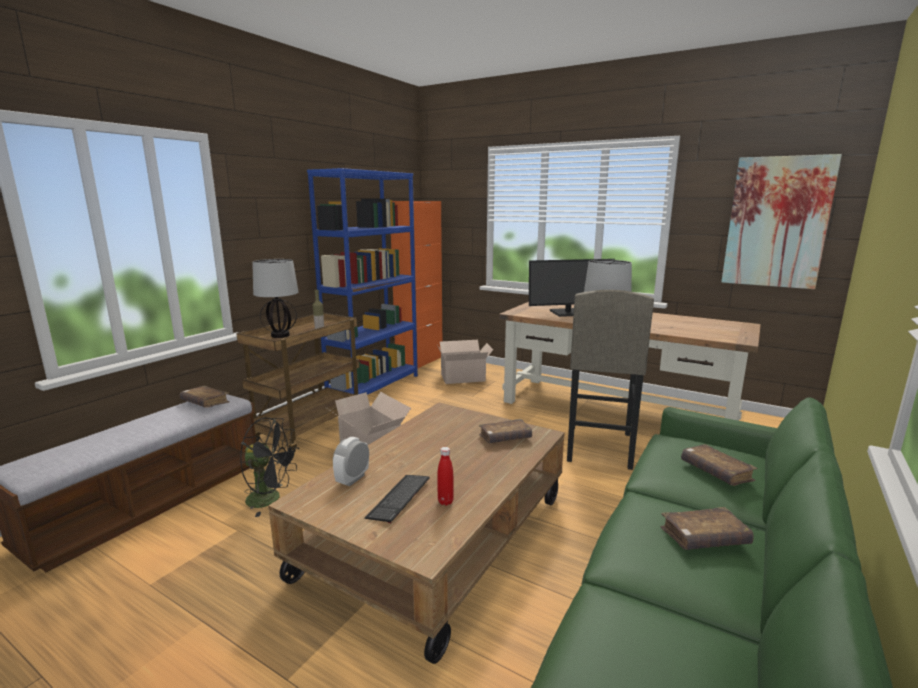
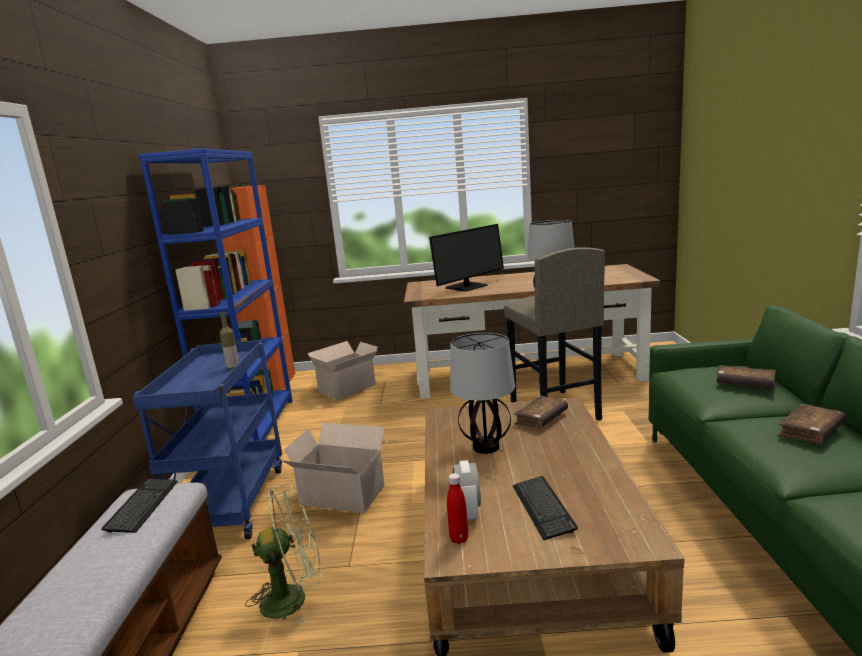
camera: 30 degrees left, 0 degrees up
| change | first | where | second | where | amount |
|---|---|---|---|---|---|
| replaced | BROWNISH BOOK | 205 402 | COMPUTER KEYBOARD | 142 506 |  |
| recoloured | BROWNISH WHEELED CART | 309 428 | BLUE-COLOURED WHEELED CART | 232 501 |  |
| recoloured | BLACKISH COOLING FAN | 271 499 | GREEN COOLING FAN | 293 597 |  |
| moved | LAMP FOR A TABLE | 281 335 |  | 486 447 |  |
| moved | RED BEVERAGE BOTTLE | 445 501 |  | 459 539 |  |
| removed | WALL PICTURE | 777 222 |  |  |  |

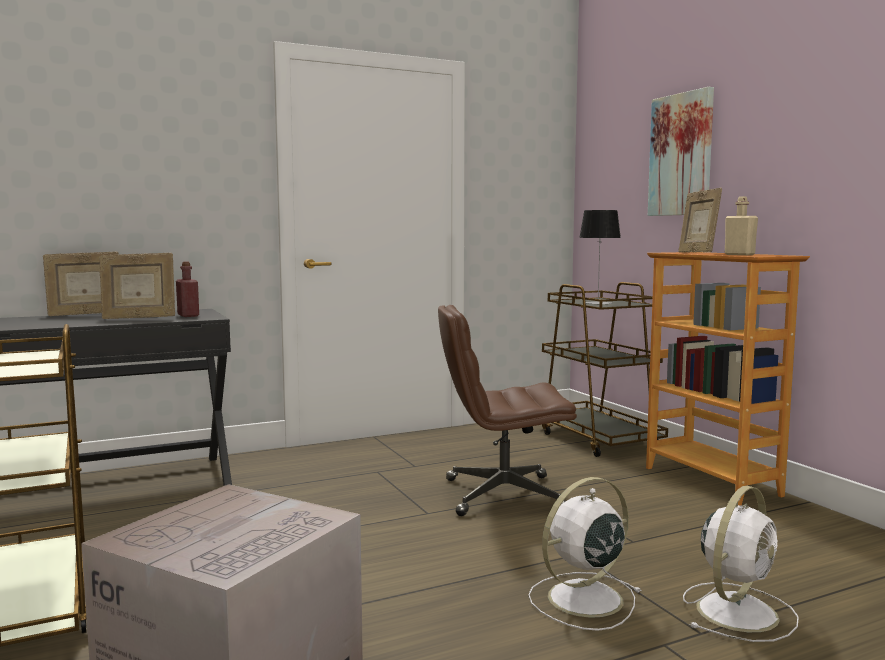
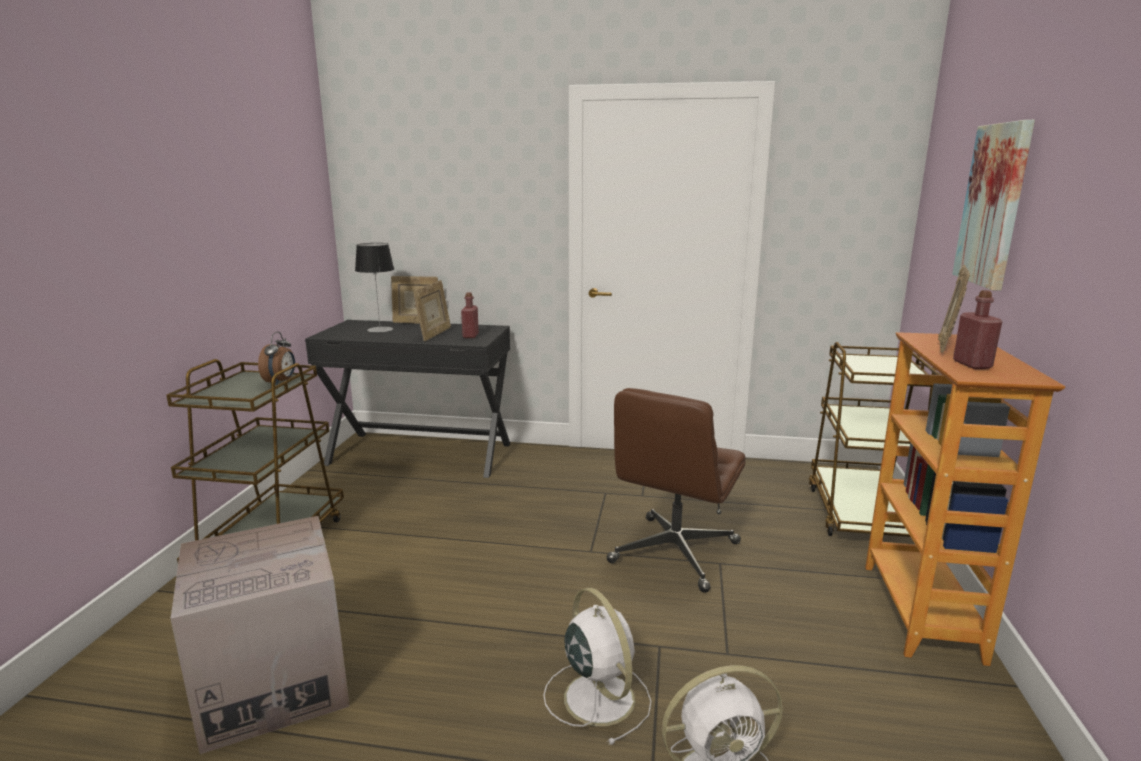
camera: 35 degrees right, 10 degrees up
| change | first | where | second | where | amount |
|---|---|---|---|---|---|
| turned | STANDING FRAME | 139 318 |  | 434 335 | 105 degrees counterclockwise |
| turned | BROWNISH OFFICE CHAIR | 502 495 |  | 674 553 | 90 degrees counterclockwise |
| turned | WHITE-COLOURED COOLING FAN | 582 600 |  | 597 696 | 60 degrees clockwise |
| moved | LAMP FOR A TABLE | 598 303 |  | 380 329 |  |
| recoloured | SAND-COLOURED BEVERAGE BOTTLE | 739 254 | RED BEVERAGE BOTTLE | 972 364 |  |
| added |  |  | ALARM CLOCK | 281 382 |  |

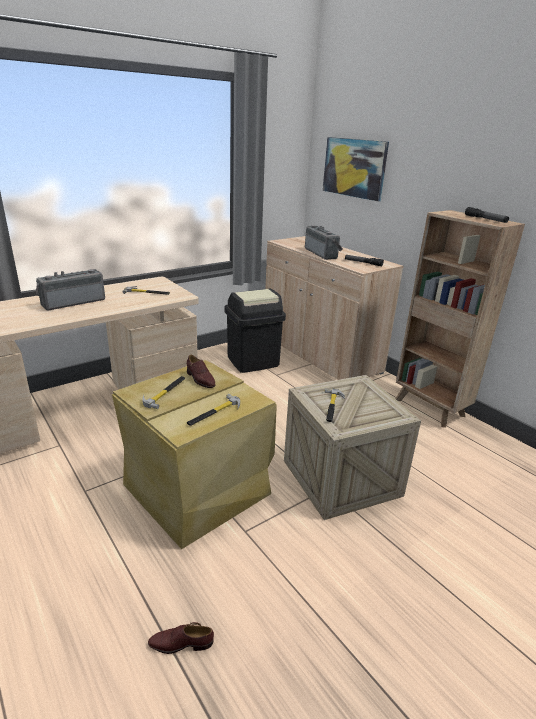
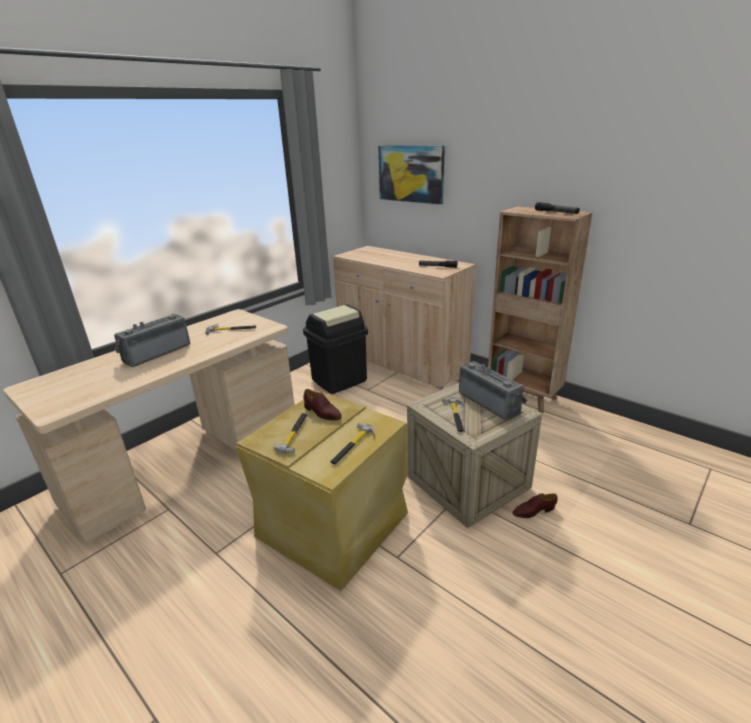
camera: 10 degrees left, 0 degrees up
| change | first | where | second | where | amount |
|---|---|---|---|---|---|
| moved | BROWNISH SHOE | 181 643 |  | 533 511 |  |
| moved | RADIO | 323 253 |  | 491 402 |  |

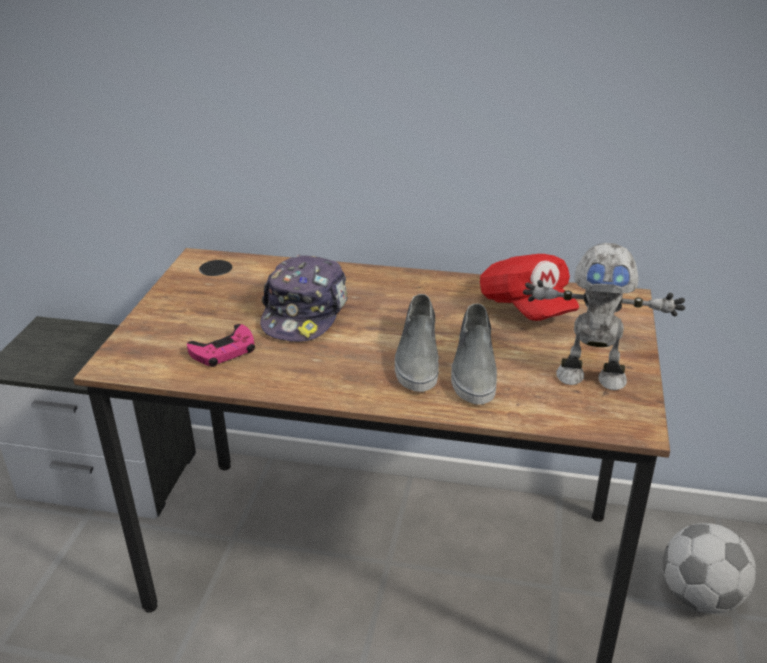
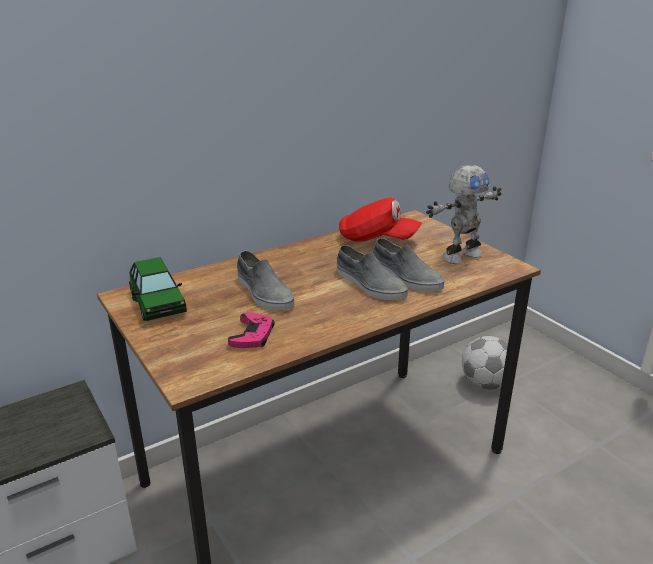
camera: 45 degrees left, 5 degrees down
| change | first | where | second | where | amount |
|---|---|---|---|---|---|
| replaced | CAP | 305 313 | GREYISH SHOE | 263 292 |  |
| added |  |  | MINIATURE CAR | 158 302 |  |

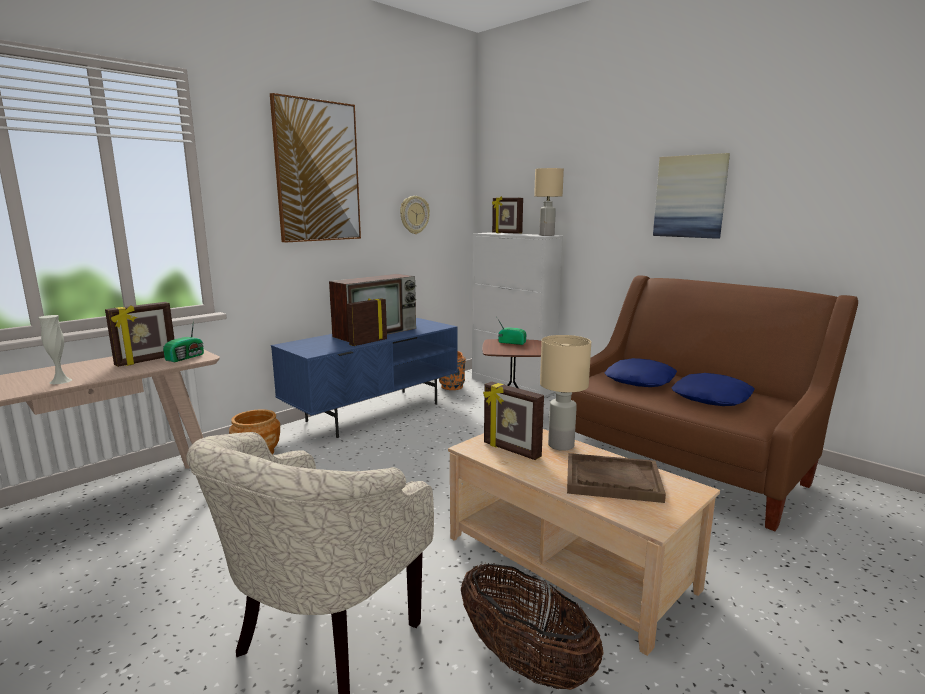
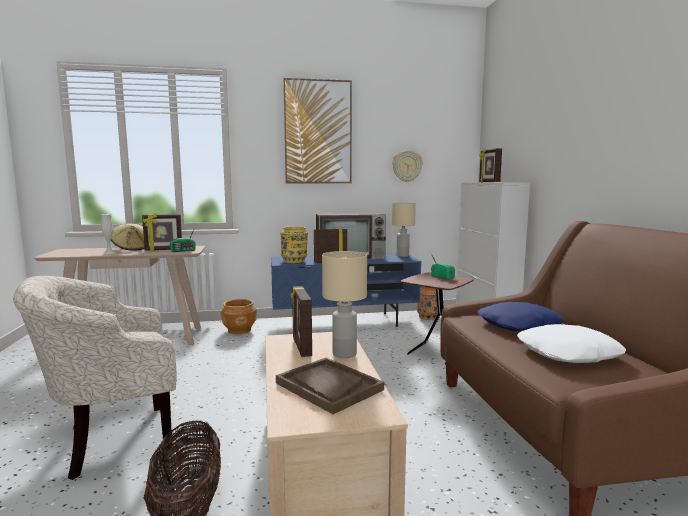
camera: 35 degrees right, 5 degrees down
| change | first | where | second | where | amount |
|---|---|---|---|---|---|
| moved | SAND-COLOURED LAMP FOR A TABLE | 547 235 |  | 402 256 |  |
| removed | WALL PICTURE | 690 196 |  |  |  |
| recoloured | BLUE-COLOURED THROW PILLOW | 712 398 | WHITE-COLOURED THROW PILLOW | 568 353 |  |
| added |  |  | SAND-COLOURED WEARABLE HAT | 132 248 |  |
| added |  |  | YELLOWISH VASE | 294 261 |  |

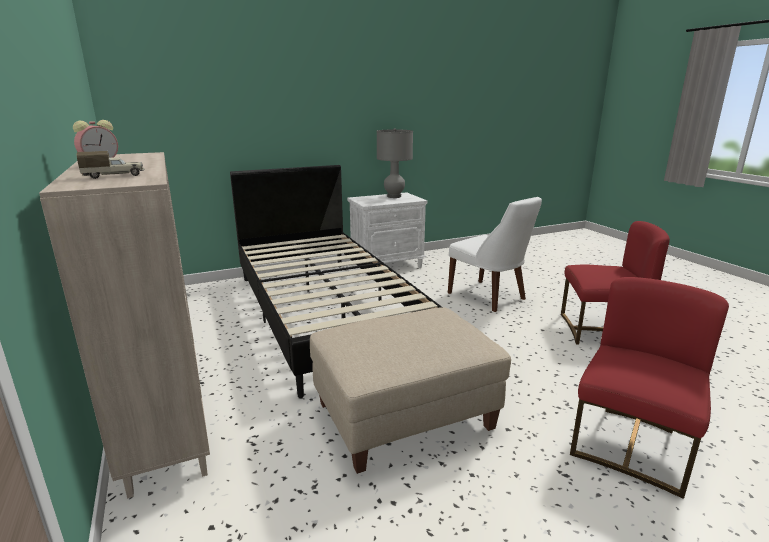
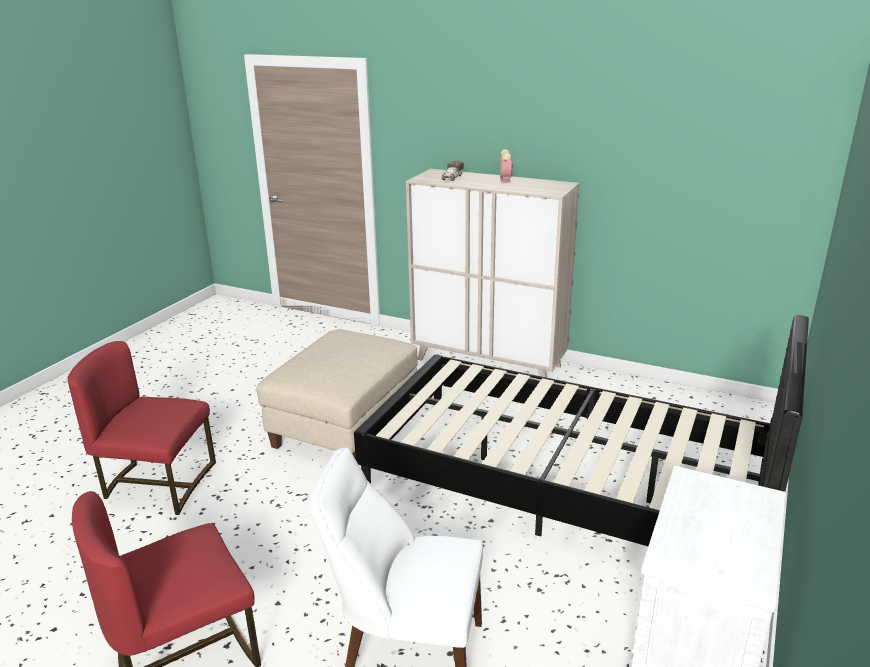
camera: 140 degrees right, 5 degrees up
| change | first | where | second | where | amount |
|---|---|---|---|---|---|
| removed | GREYISH LAMP FOR A TABLE | 394 196 |  |  |  |
| turned | RED CHAIR | 632 445 |  | 158 484 | 105 degrees clockwise |

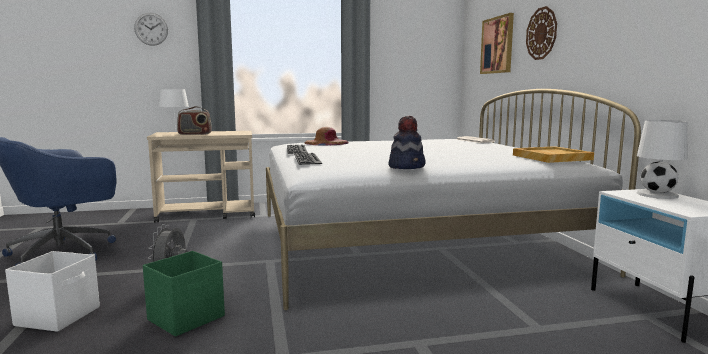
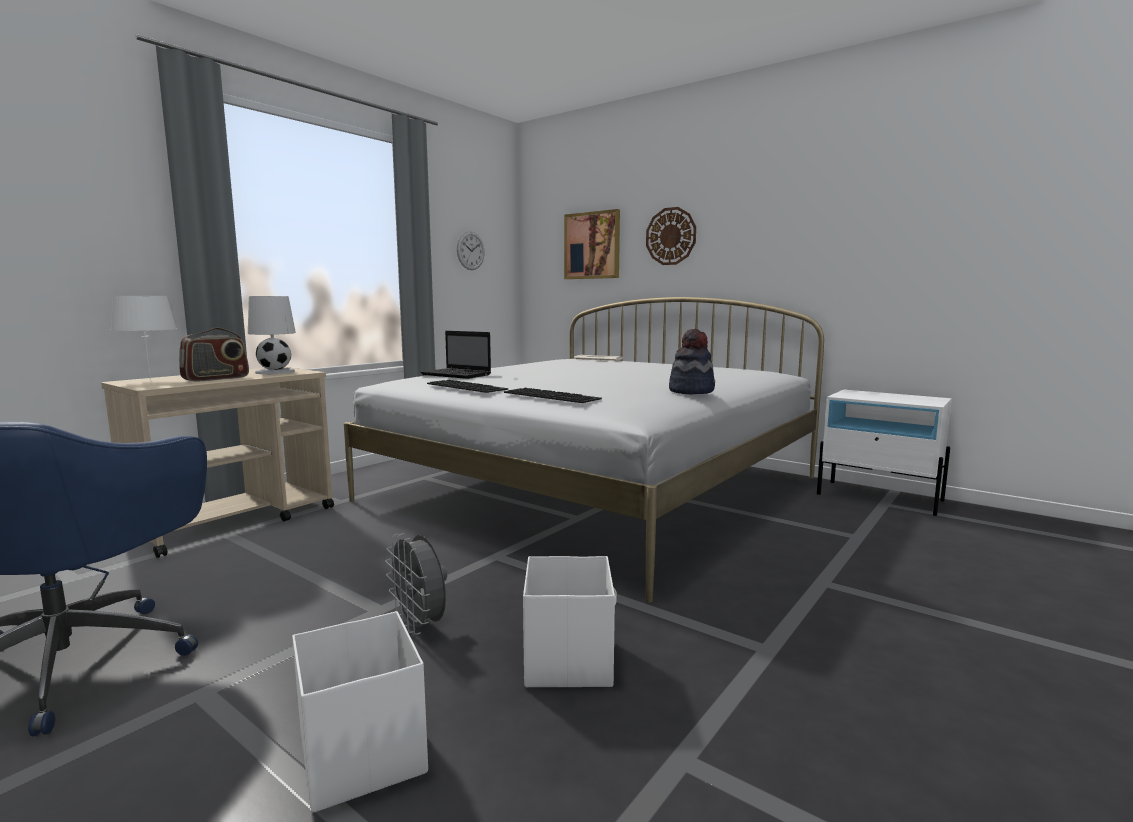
camera: 40 degrees left, 0 degrees up
| change | first | where | second | where | amount |
|---|---|---|---|---|---|
| moved | CLOCK ON THE WALL | 151 29 |  | 470 250 |  |
| recoloured | GREEN STORAGE BIN | 187 318 | WHITE-COLOURED STORAGE BIN | 569 660 |  |
| replaced | BROWNISH WEARABLE HAT | 326 143 | NOTEBOOK COMPUTER | 457 375 |  |
| removed | SAND-COLOURED SERVING TRAY | 550 157 |  |  |  |
| moved | WHITE-COLOURED LAMP FOR A TABLE | 656 194 |  | 275 372 |  |

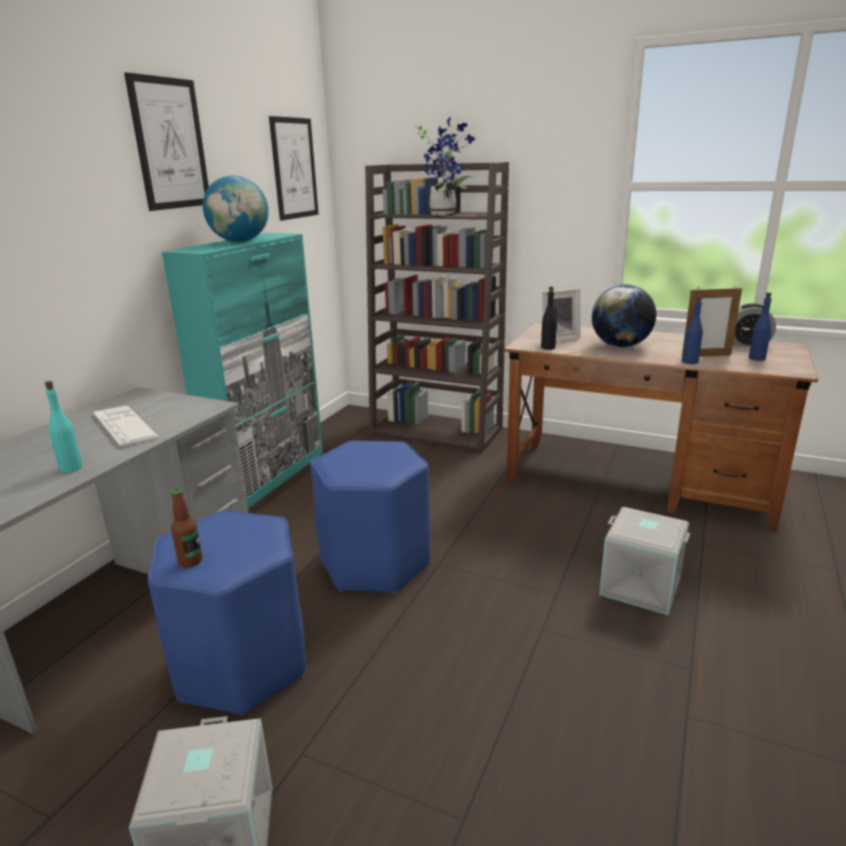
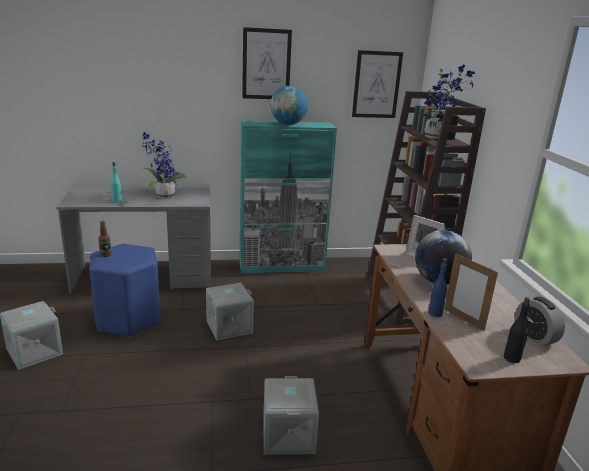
camera: 55 degrees right, 0 degrees up
| change | first | where | second | where | amount |
|---|---|---|---|---|---|
| replaced | COMPUTER KEYBOARD | 124 426 | POTTED PLANT | 162 196 |  |
| replaced | BLUE-COLOURED SITTING STOOL | 375 563 | GREYISH STORAGE BIN | 229 326 |  |
| moved | BLACKISH BEVERAGE BOTTLE | 548 347 |  | 512 358 |  |
| removed | BLUE-COLOURED BEVERAGE BOTTLE | 757 358 |  |  |  |

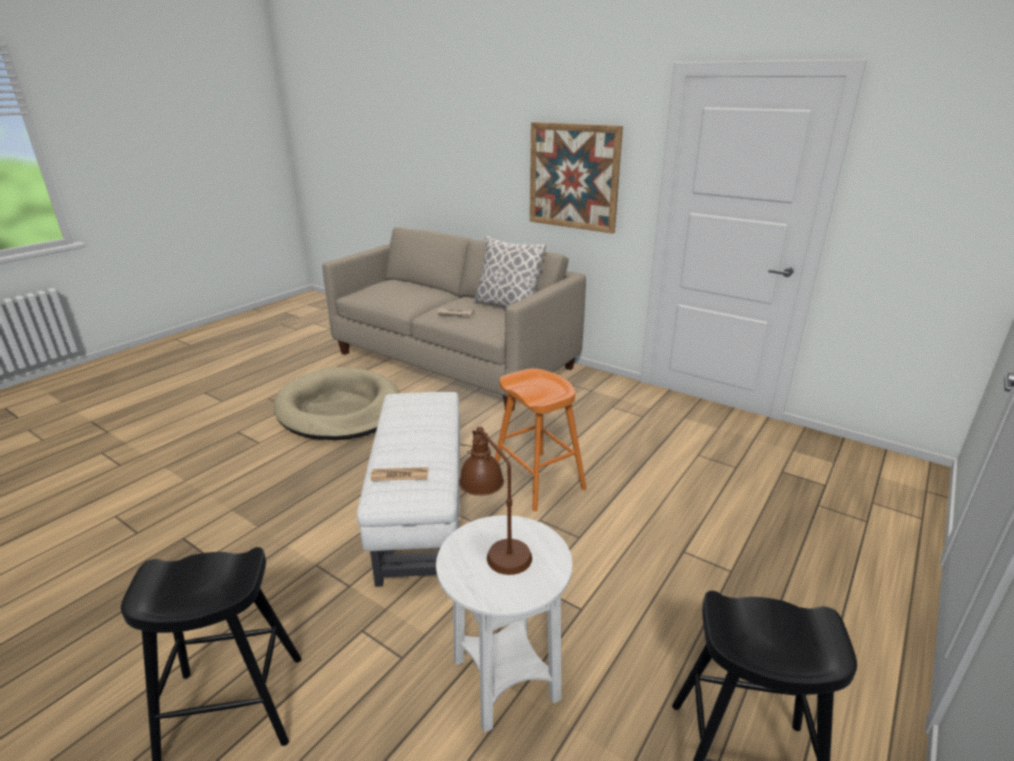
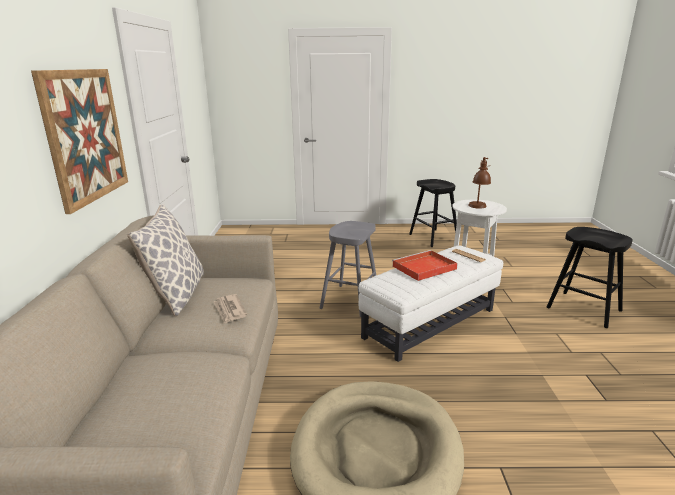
camera: 125 degrees left, 5 degrees down
| change | first | where | second | where | amount |
|---|---|---|---|---|---|
| recoloured | ORANGEY SITTING STOOL | 537 480 | GREYISH SITTING STOOL | 350 300 |  |
| added |  |  | RED SERVING TRAY | 423 268 |  |

